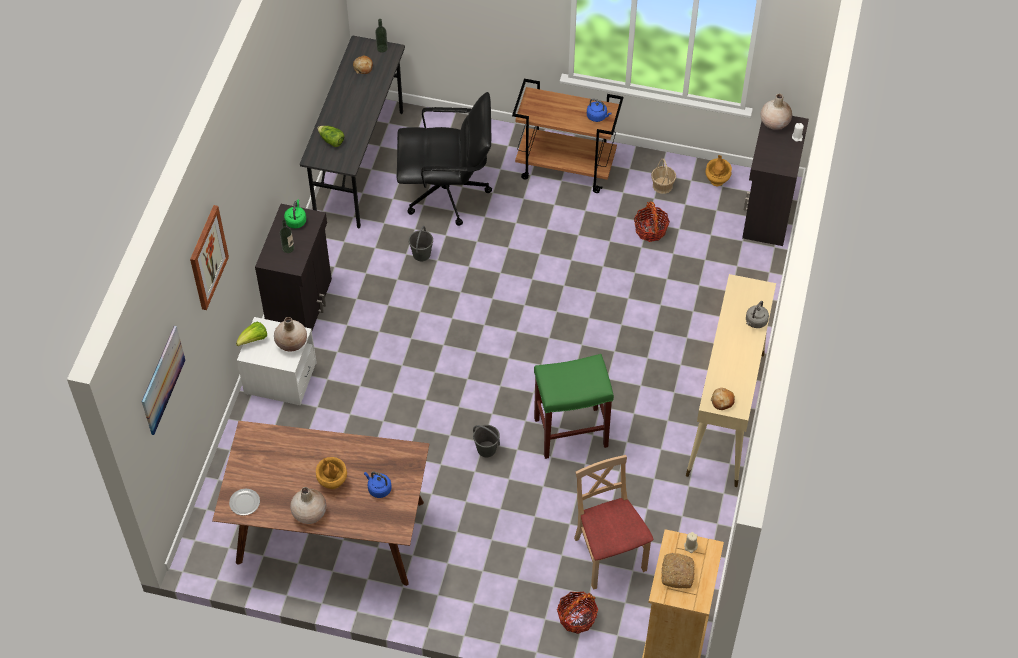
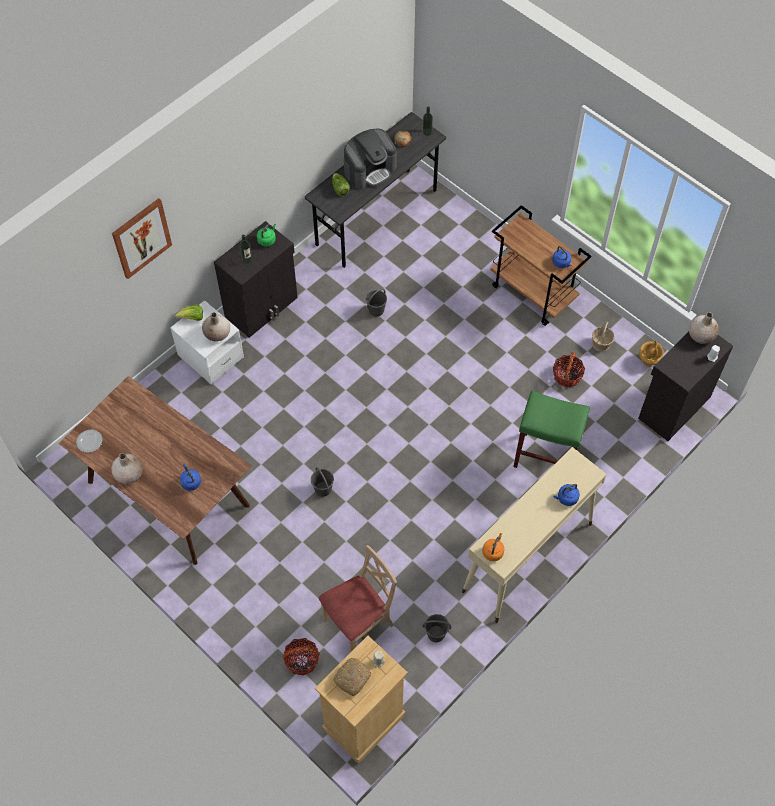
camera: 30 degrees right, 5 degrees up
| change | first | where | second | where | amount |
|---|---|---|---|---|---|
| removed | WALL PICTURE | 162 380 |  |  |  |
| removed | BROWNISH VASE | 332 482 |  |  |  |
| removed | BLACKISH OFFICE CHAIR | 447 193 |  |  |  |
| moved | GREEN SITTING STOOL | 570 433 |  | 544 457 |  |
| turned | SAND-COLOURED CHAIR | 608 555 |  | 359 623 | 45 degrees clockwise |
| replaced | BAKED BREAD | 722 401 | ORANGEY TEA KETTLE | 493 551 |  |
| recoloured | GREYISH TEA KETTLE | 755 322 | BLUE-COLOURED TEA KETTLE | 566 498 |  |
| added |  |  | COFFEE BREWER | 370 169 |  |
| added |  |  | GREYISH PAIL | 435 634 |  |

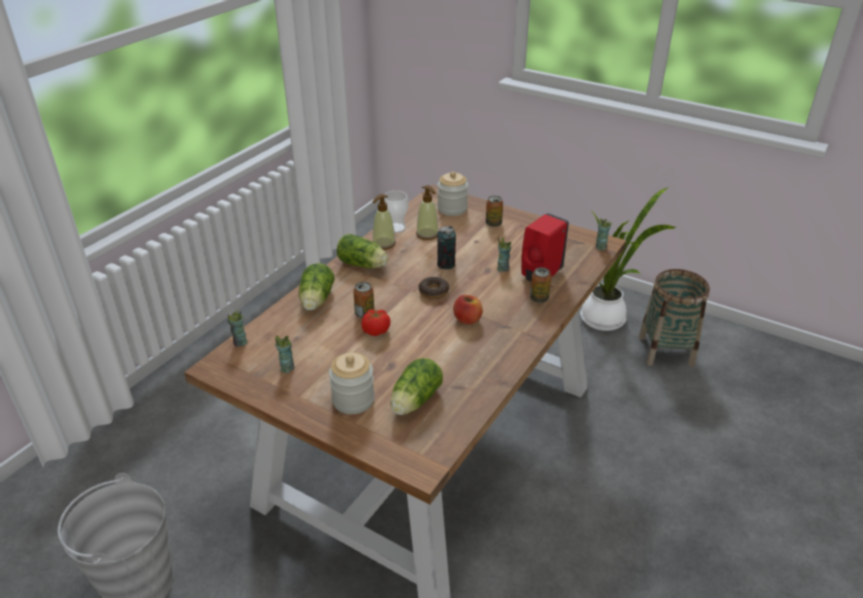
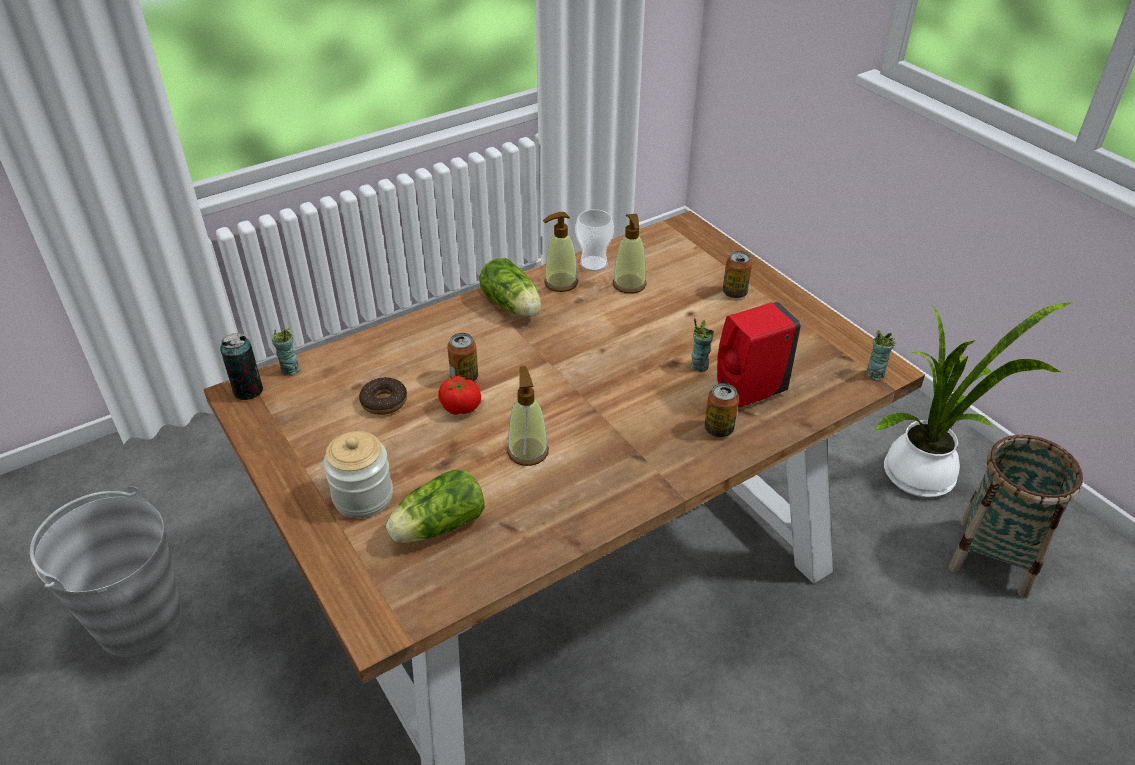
camera: 25 degrees right, 5 degrees up
| change | first | where | second | where | amount |
|---|---|---|---|---|---|
| removed | SMALL CUP | 287 368 |  |  |  |
| removed | HEAD OF LETTUCE | 316 301 |  |  |  |
| moved | DOUGHNUT | 433 292 |  | 384 402 |  |
| removed | STORAGE JAR | 452 209 |  |  |  |
| moved | CAN | 446 264 |  | 248 391 |  |
| removed | WHOLE APPLE | 467 319 |  |  |  |
| added |  |  | LIQUID SOAP BOTTLE | 528 451 |  |

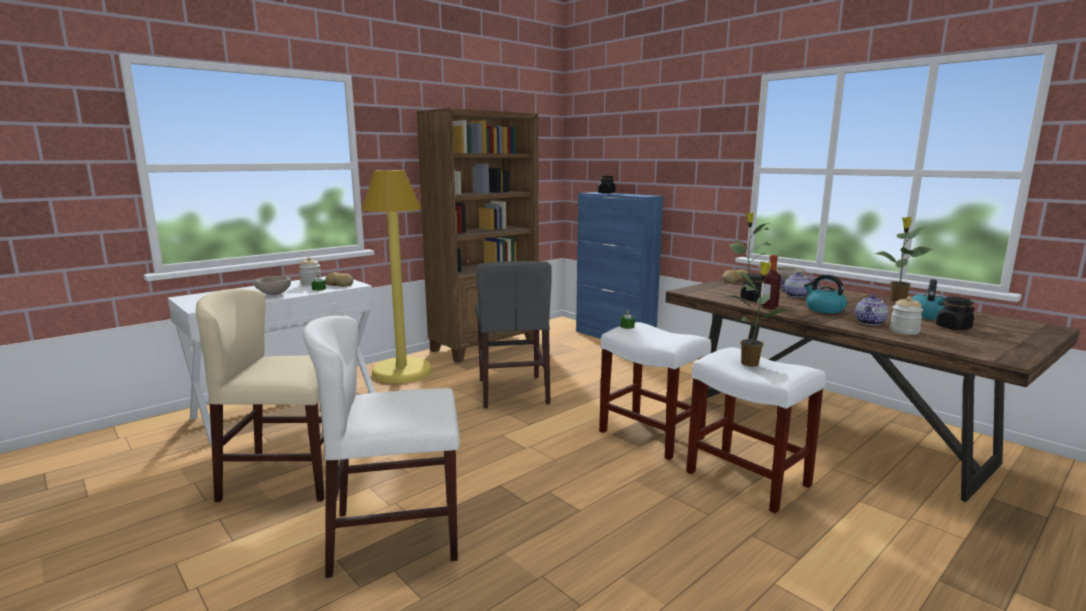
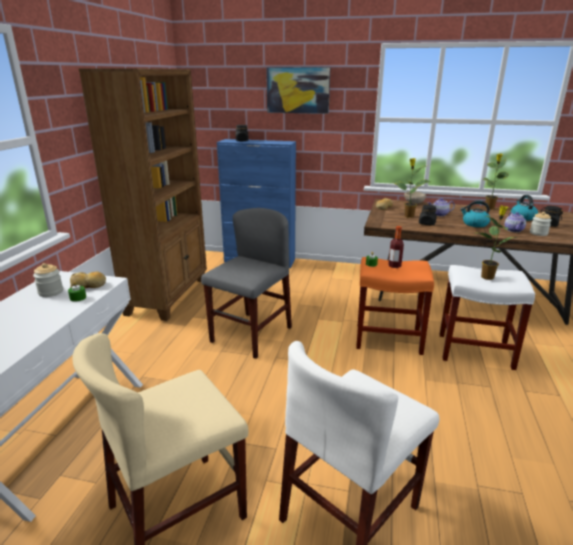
camera: 35 degrees left, 10 degrees up
| change | first | where | second | where | amount |
|---|---|---|---|---|---|
| removed | SAND-COLOURED BOWL | 273 294 |  |  |  |
| removed | YELLOWISH FLOOR LAMP | 402 372 |  |  |  |
| turned | GREYISH CHAIR | 513 391 |  | 251 334 | 105 degrees counterclockwise |
| recoloured | WHITE-COLOURED SITTING STOOL | 649 434 | ORANGEY SITTING STOOL | 387 339 |  |
| moved | BEVERAGE BOTTLE | 768 307 |  | 394 266 |  |
| added |  |  | WALL PICTURE | 298 90 |  |

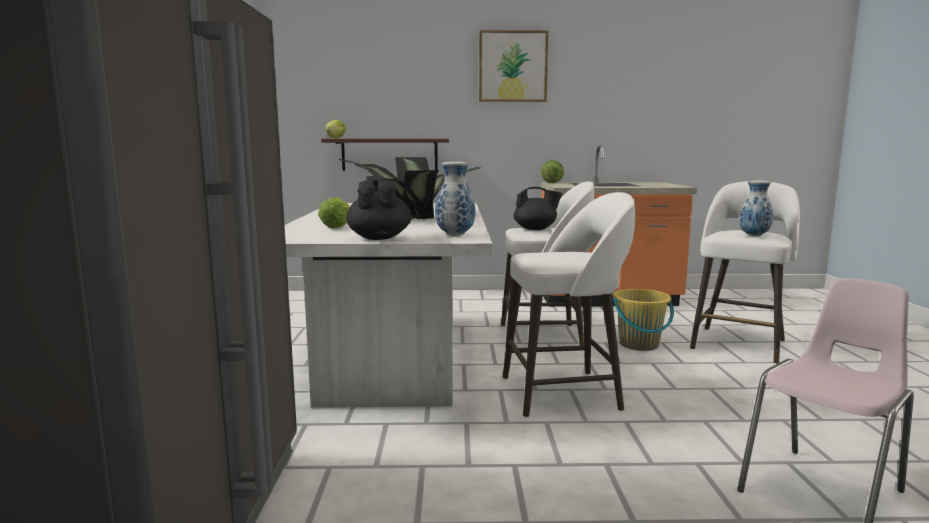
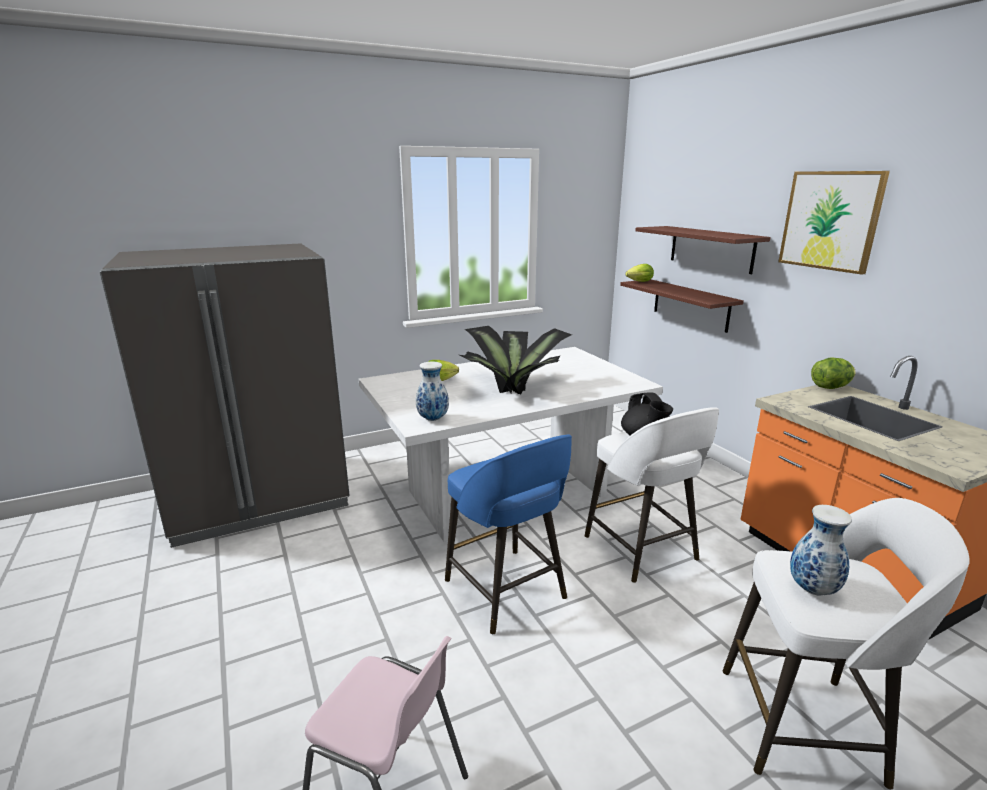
camera: 65 degrees right, 10 degrees up
| change | first | where | second | where | amount |
|---|---|---|---|---|---|
| removed | BLACKISH TEA POT | 379 238 |  |  |  |
| recoloured | WHITE-COLOURED SITTING STOOL | 564 393 | BLUE-COLOURED SITTING STOOL | 507 591 |  |
| removed | YELLOWISH PAIL | 639 344 |  |  |  |
| added |  |  | WALL SHELF | 711 248 |  |

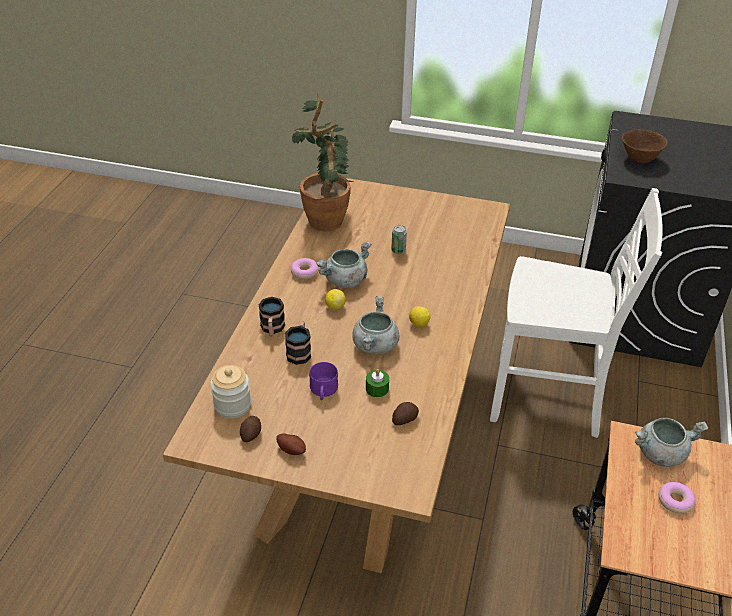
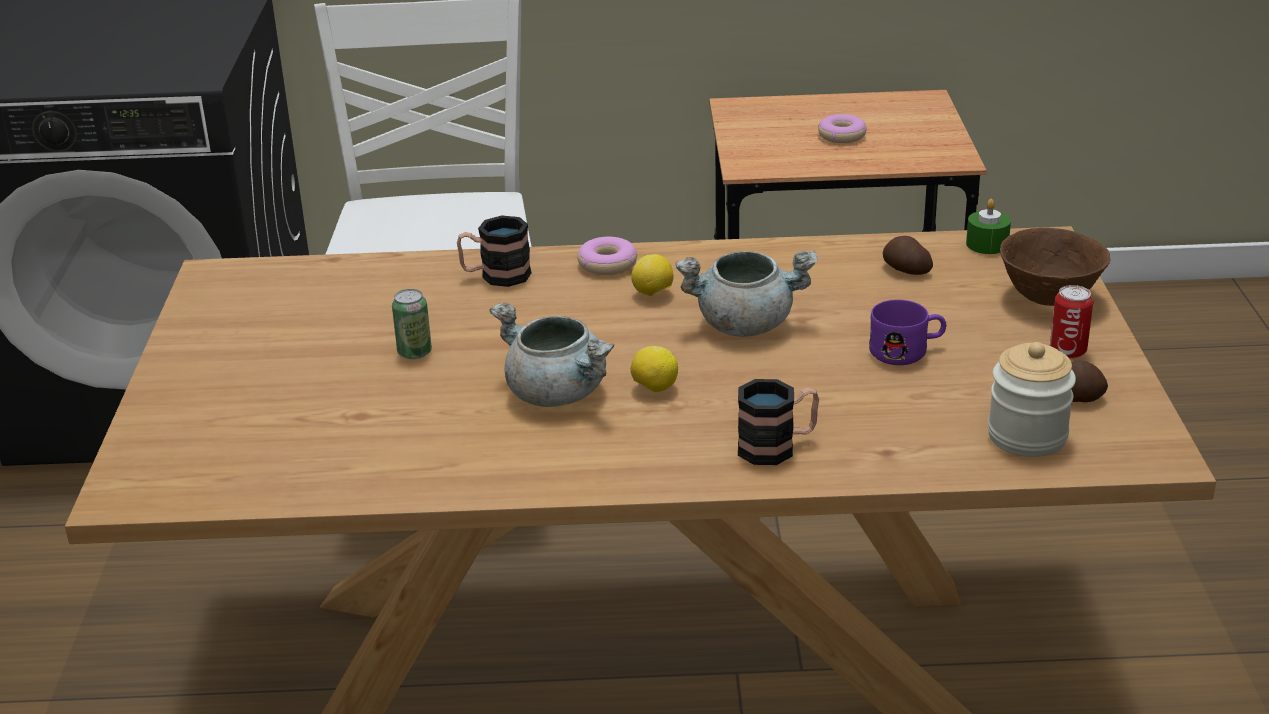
camera: 105 degrees left, 10 degrees down
| change | first | where | second | where | amount |
|---|---|---|---|---|---|
| replaced | POTATO | 292 449 | CAN | 1068 351 |  |
| moved | TEA MUG | 299 351 |  | 495 276 |  |
| moved | DOUGHNUT | 304 272 |  | 607 264 |  |
| removed | POTTED PLANT | 329 216 |  |  |  |
| moved | GREEN CANDLE | 377 388 |  | 987 244 |  |
| moved | BROWNISH BOWL | 639 159 |  | 1049 299 |  |
| removed | GREYISH STOCKPOT | 660 453 |  |  |  |

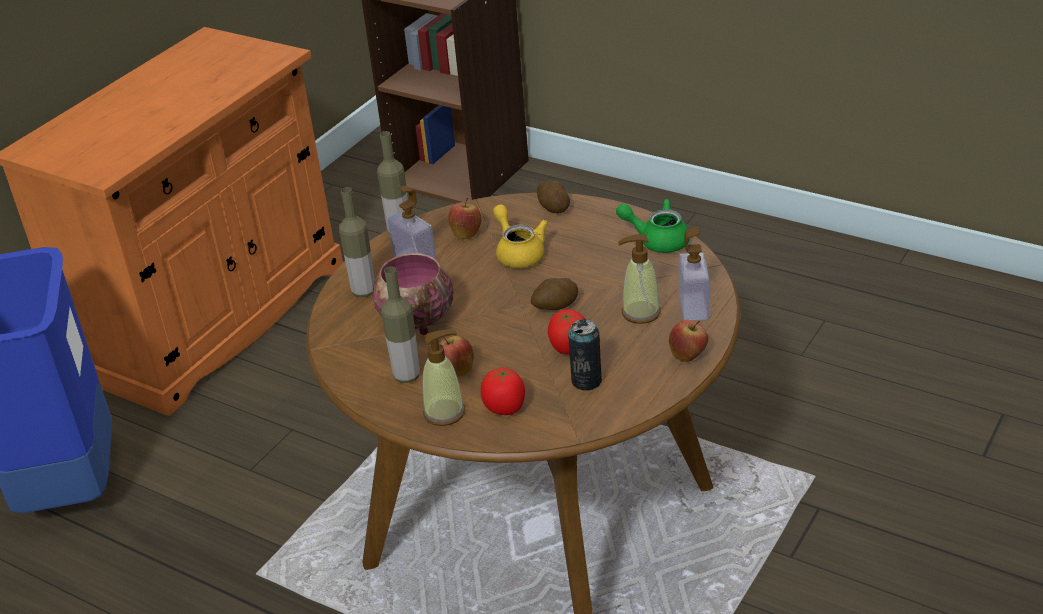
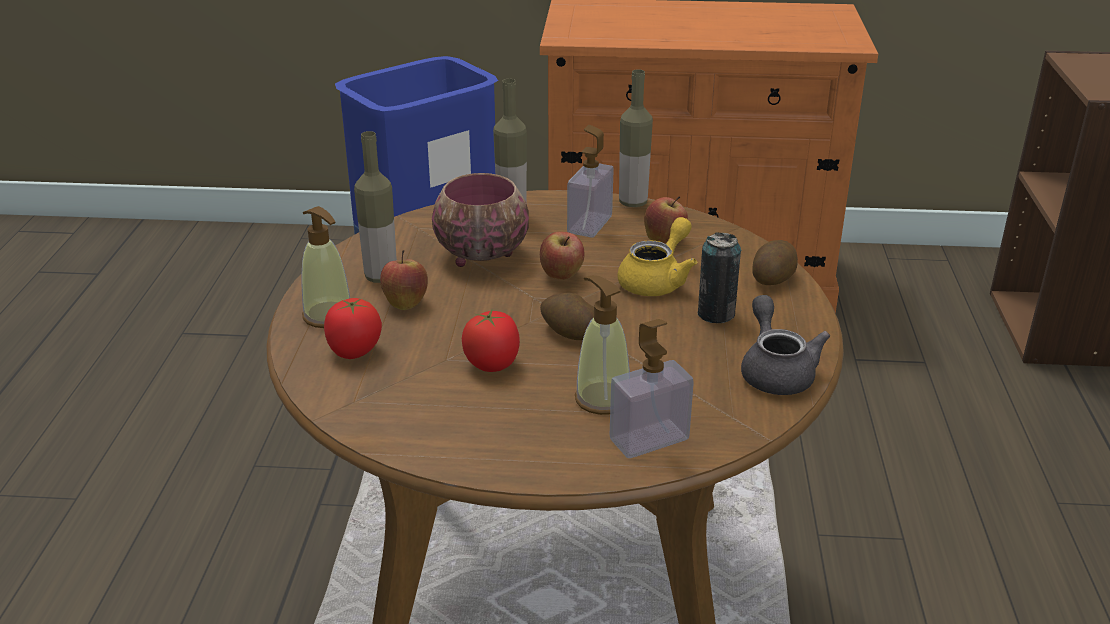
camera: 60 degrees right, 5 degrees down
| change | first | where | second | where | amount |
|---|---|---|---|---|---|
| moved | CAN | 586 381 |  | 716 314 |  |
| recoloured | GREEN TEA POT | 657 240 | GREYISH TEA POT | 775 371 |  |
| moved | WHOLE APPLE | 688 356 |  | 561 276 |  |

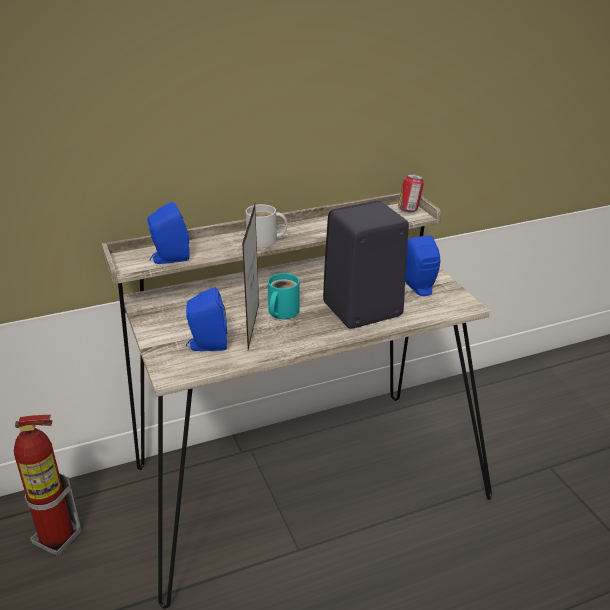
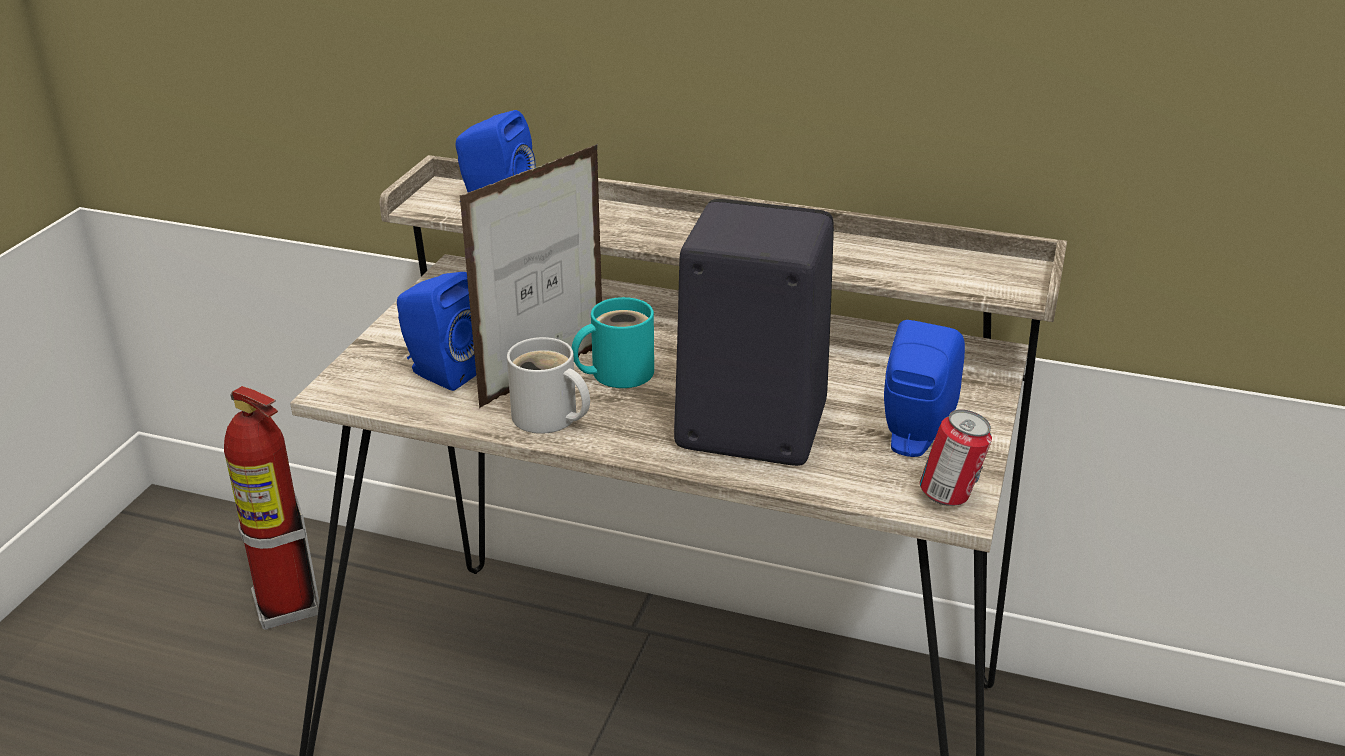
camera: 40 degrees right, 0 degrees up
| change | first | where | second | where | amount |
|---|---|---|---|---|---|
| moved | WHITE-COLOURED TEA MUG | 265 241 |  | 548 419 |  |
| moved | CAN | 409 210 |  | 950 497 |  |

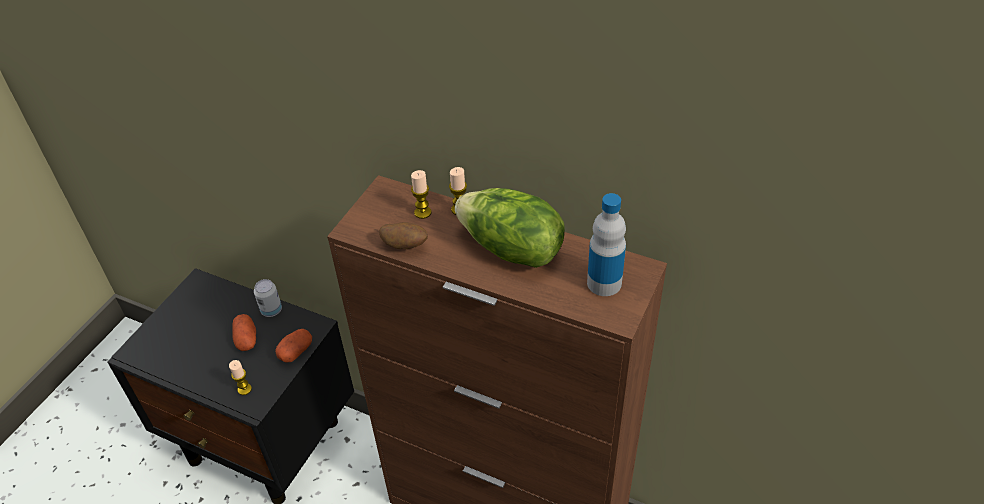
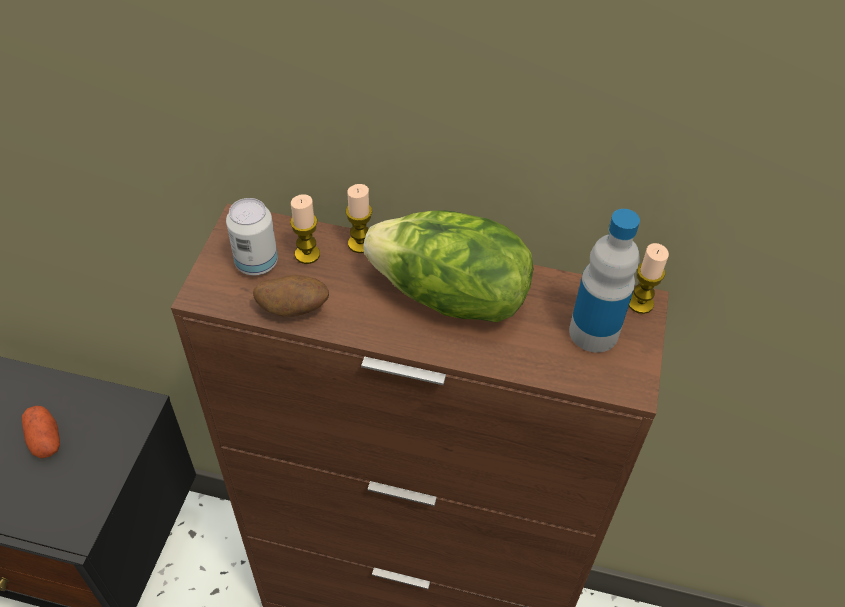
camera: 15 degrees left, 5 degrees up
| change | first | where | second | where | amount |
|---|---|---|---|---|---|
| moved | CANDLE | 244 389 |  | 640 303 |  |
| moved | CAN | 271 310 |  | 256 263 |  |
| removed | POTATO | 296 351 |  |  |  |

